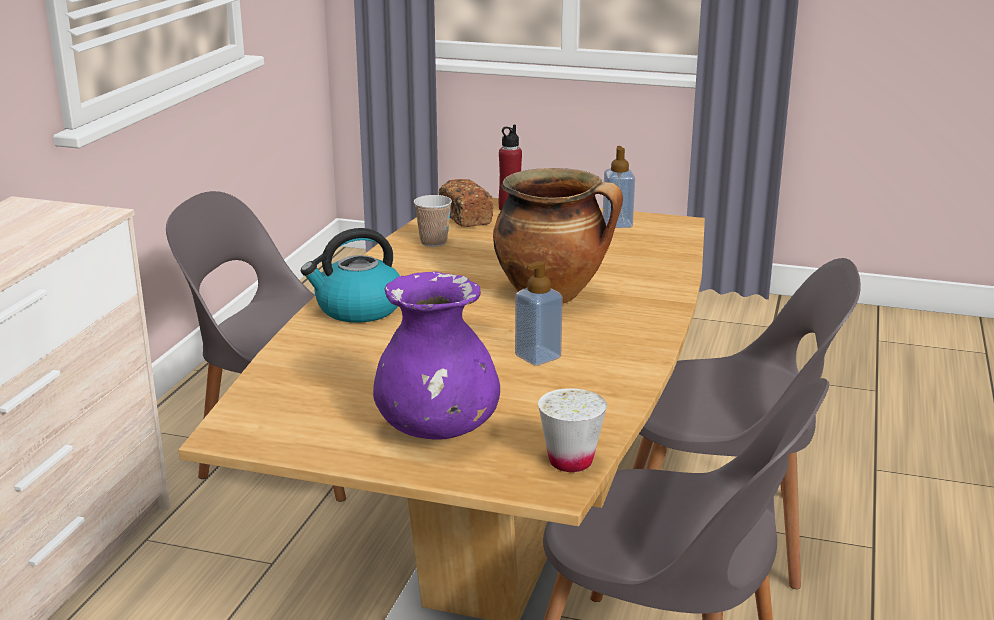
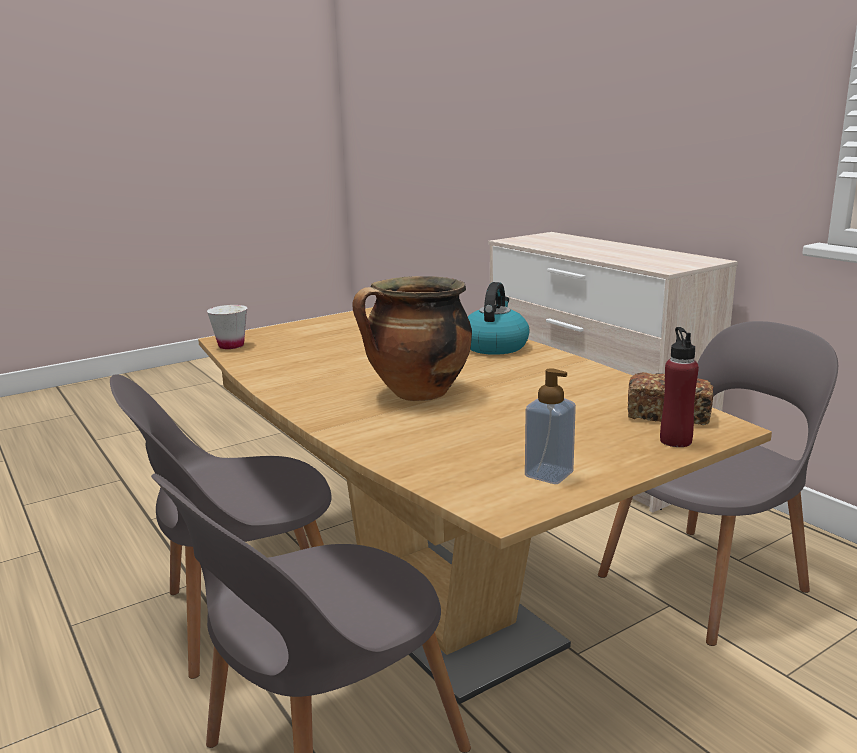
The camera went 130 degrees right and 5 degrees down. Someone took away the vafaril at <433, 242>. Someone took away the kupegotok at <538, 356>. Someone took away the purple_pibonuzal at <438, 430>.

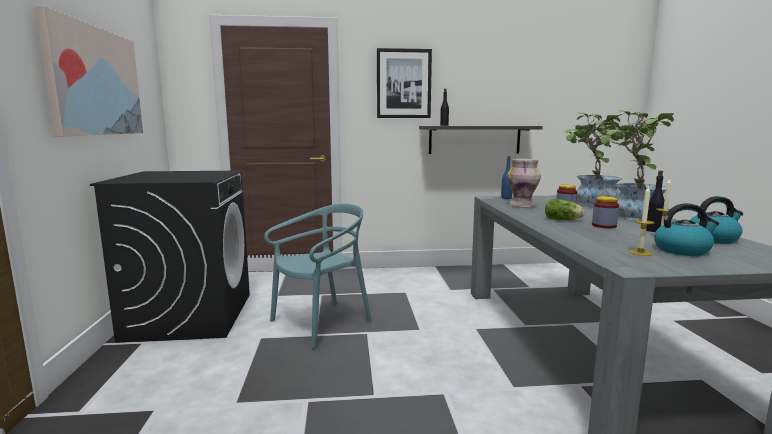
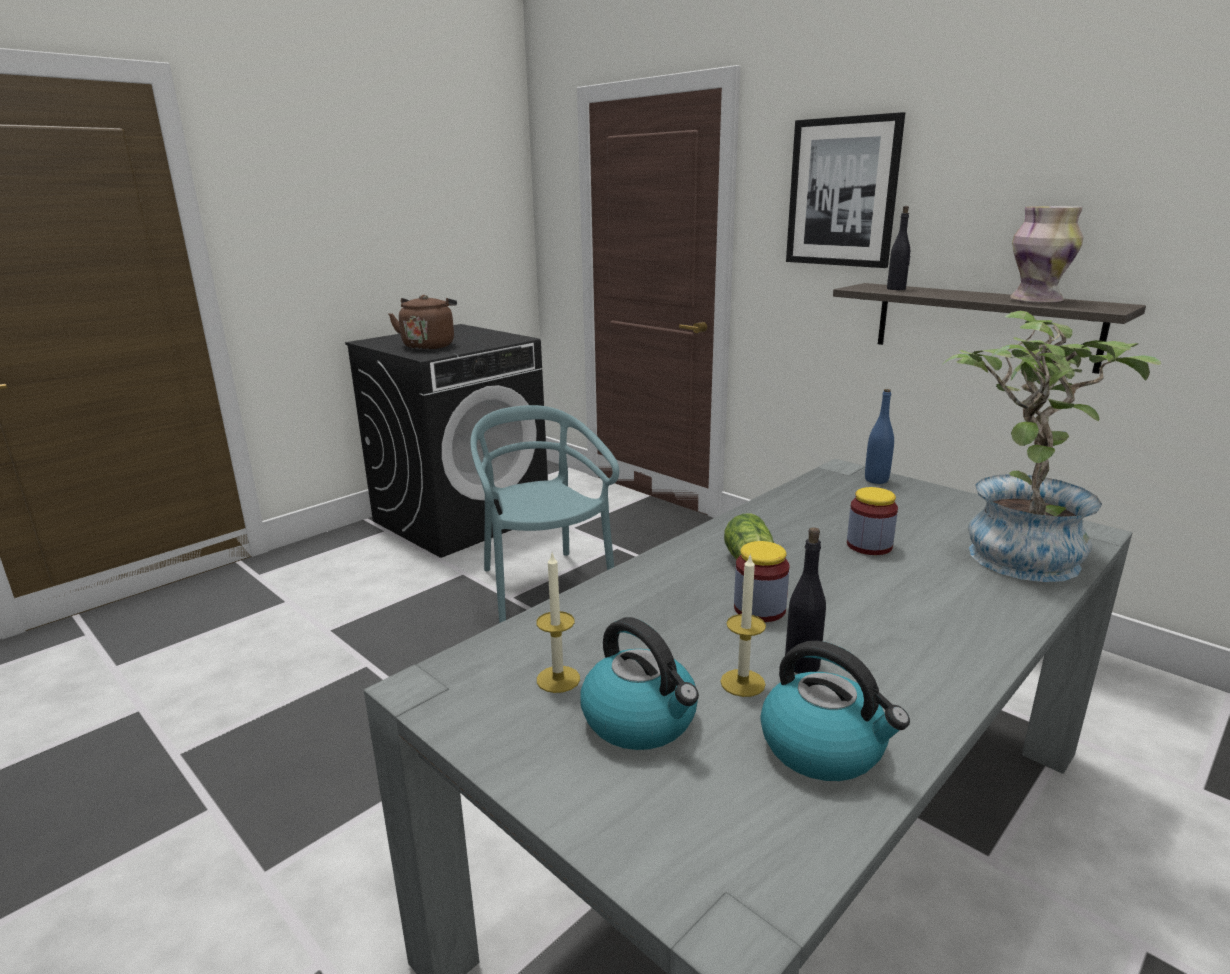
The camera went 50 degrees right and 10 degrees up. Someone took away the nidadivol at <94, 81>. Someone took away the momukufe at <629, 215>. Someone carried the pibonuzal from <522, 205> to <1037, 300>. Someone rotated the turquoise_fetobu at <321, 323> by 120 degrees counterclockwise. Someone put down the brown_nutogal at <429, 345>.

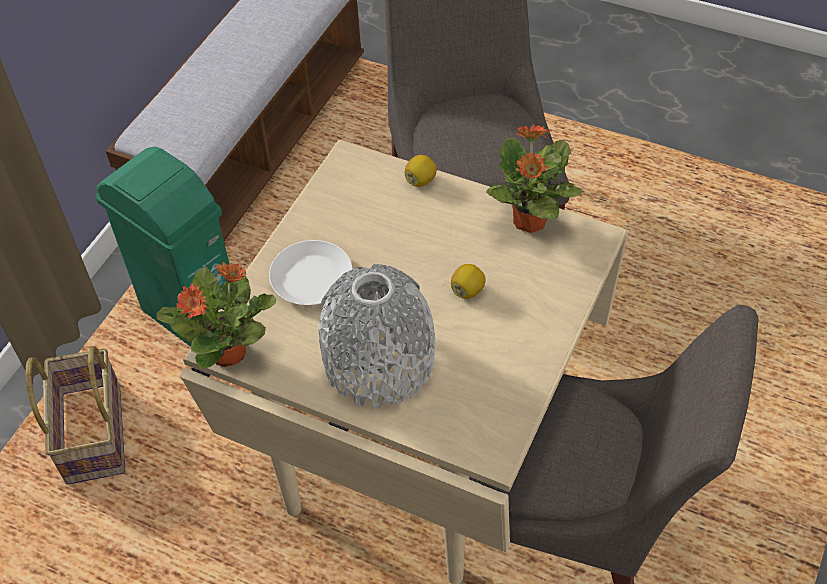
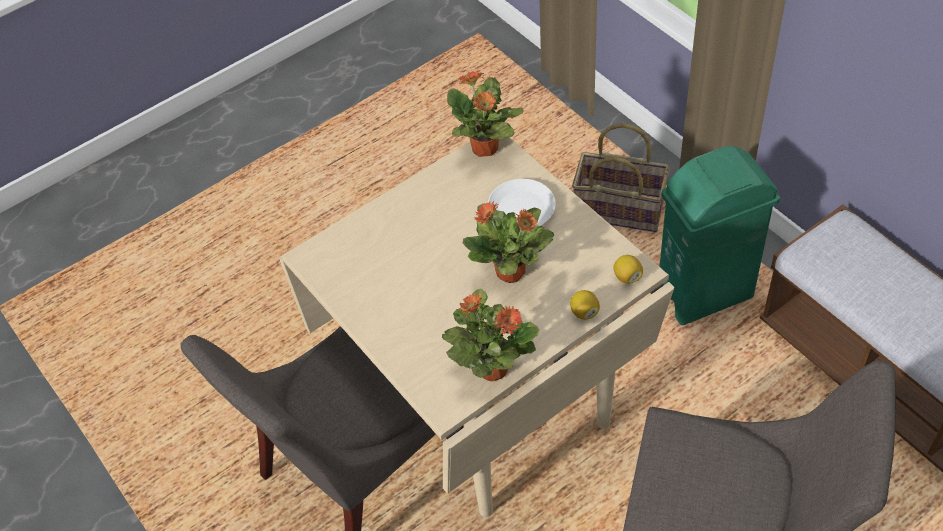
The camera went 120 degrees right and 0 degrees up. Someone took away the grey_pibonuzal at <379, 362>. Someone carried the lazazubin from <468, 290> to <627, 277>. Someone put down the momukufe at <511, 272>.

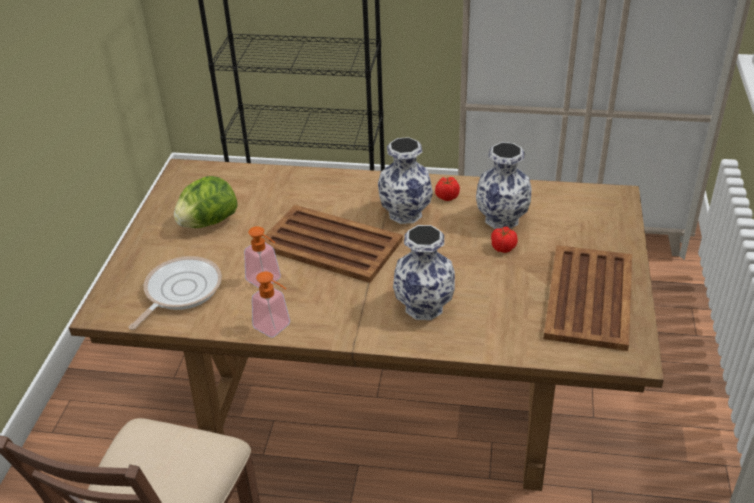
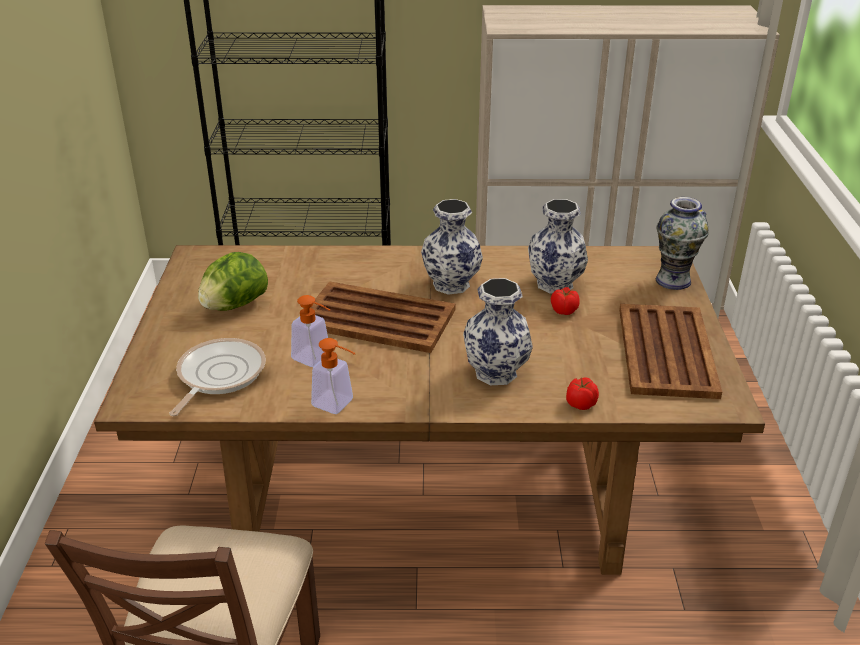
The camera went 10 degrees left and 5 degrees down. Someone carried the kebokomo from <446, 197> to <580, 404>. Someone put down the pibonuzal at <673, 280>.

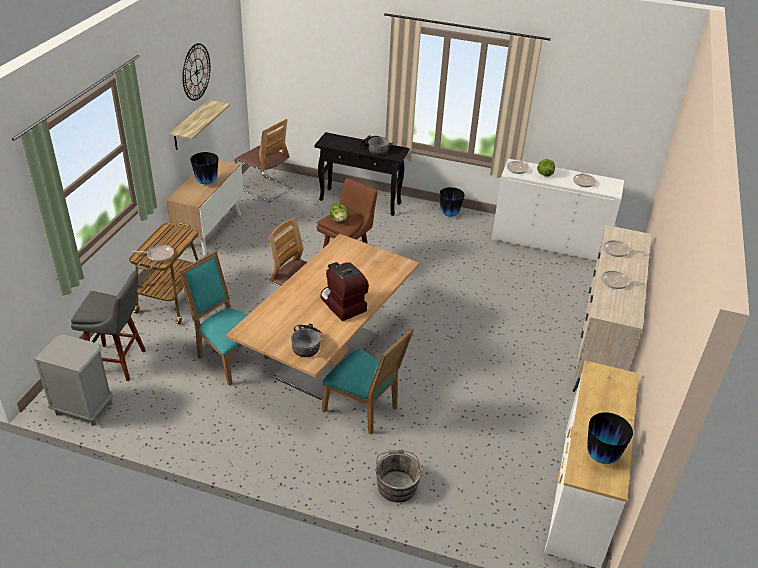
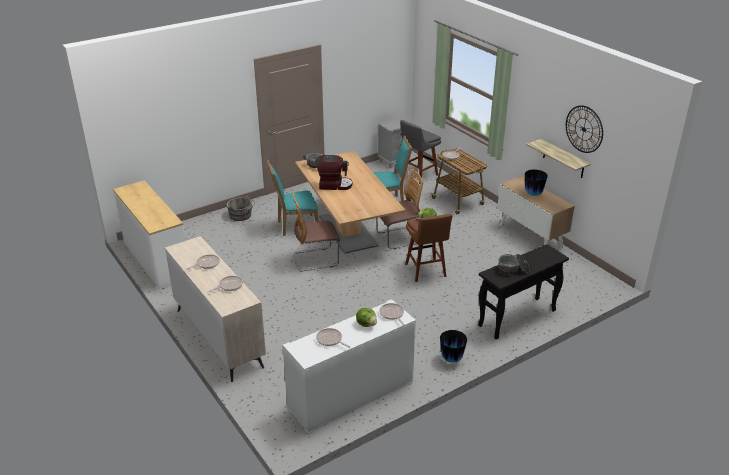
The camera went 130 degrees right and 5 degrees down. Someone carried the fetobu from <265, 188> to <316, 259>. Someone took away the pibonuzal at <601, 456>.

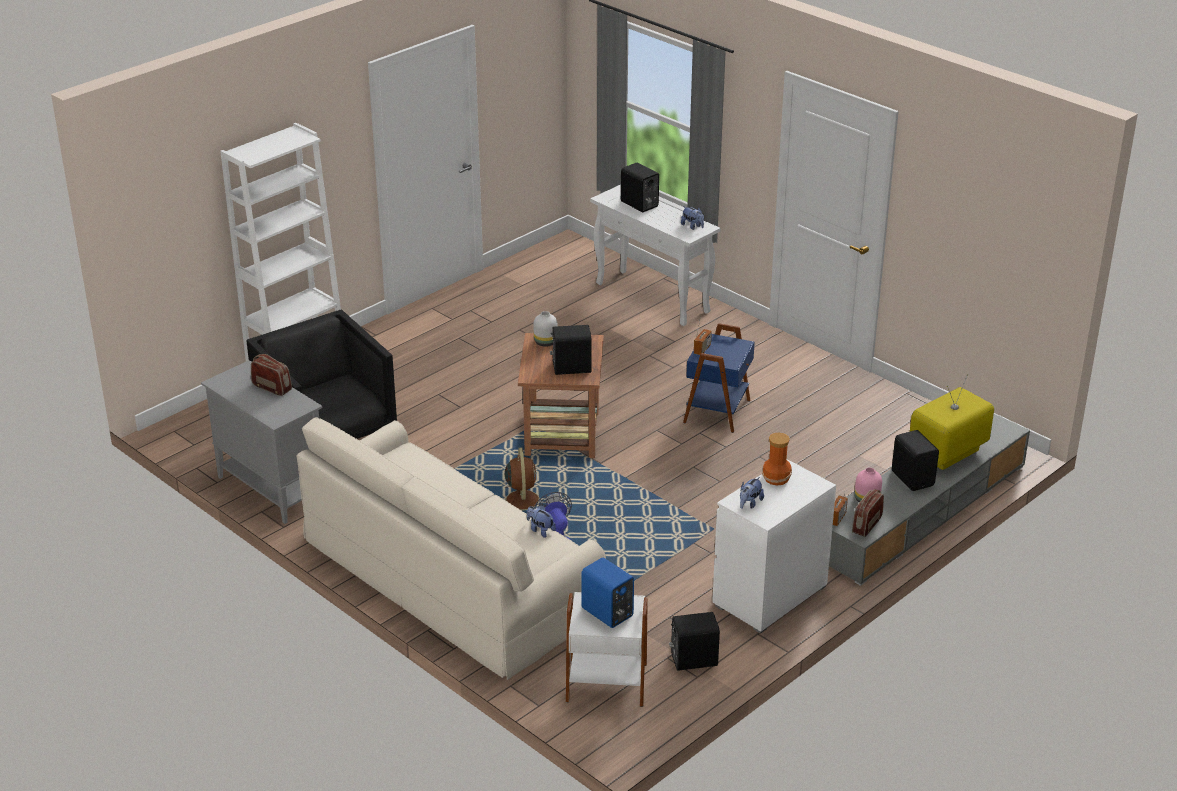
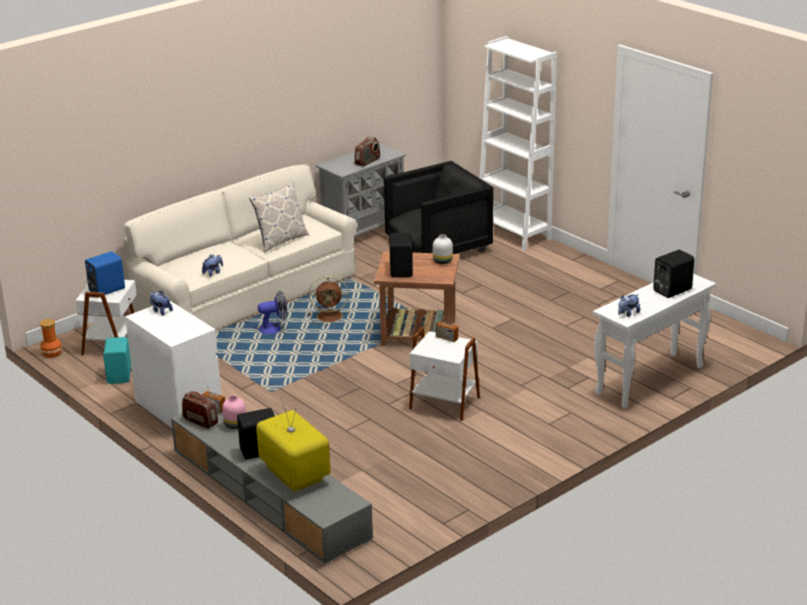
The camera went 95 degrees right and 5 degrees down. Someone repainted the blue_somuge at <718, 411>, which became the white_somuge at <444, 404>. Someone carried the pibonuzal from <777, 478> to <52, 353>. Someone repainted the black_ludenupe at <693, 659>, which became the turquoise_ludenupe at <120, 375>. Someone put down the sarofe at <281, 241>.

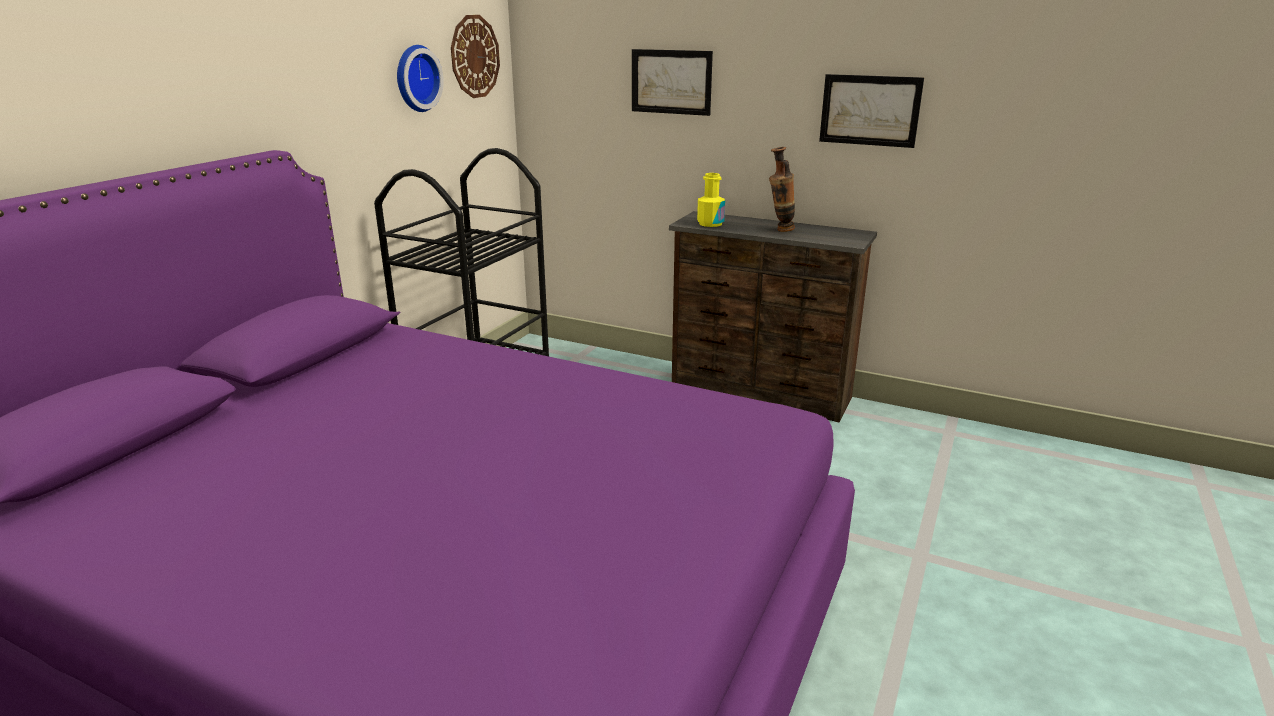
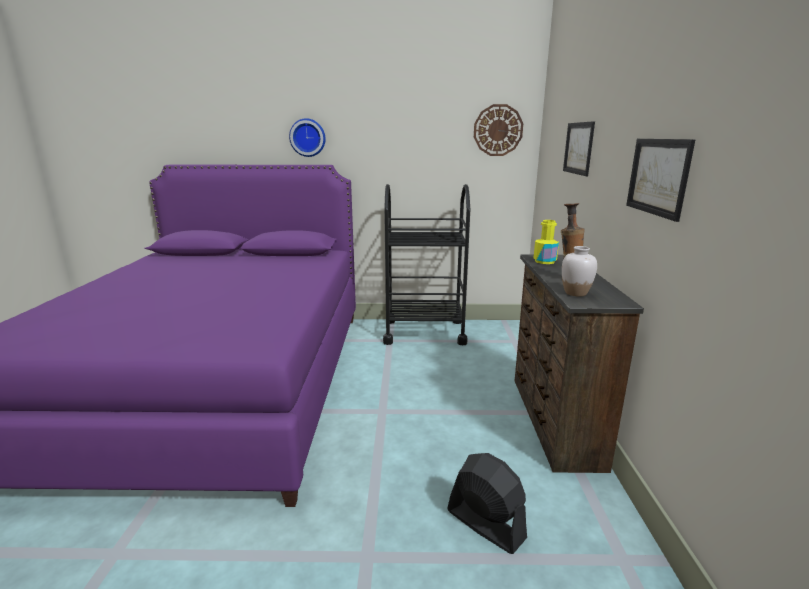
The camera went 65 degrees right and 5 degrees down. Someone carried the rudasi from <415, 78> to <308, 137>. Someone put down the white_pibonuzal at <575, 293>. Someone put down the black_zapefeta at <485, 524>.

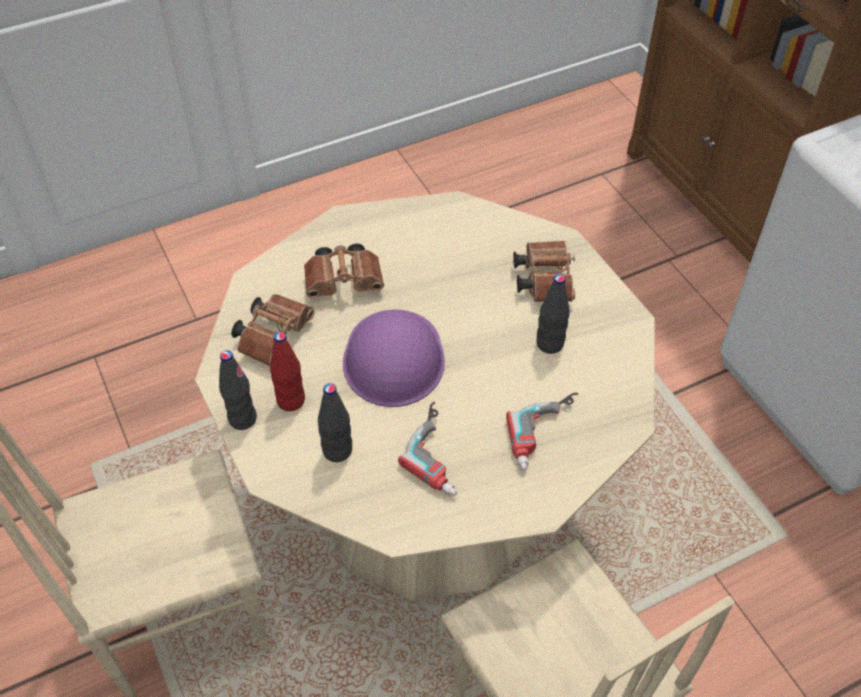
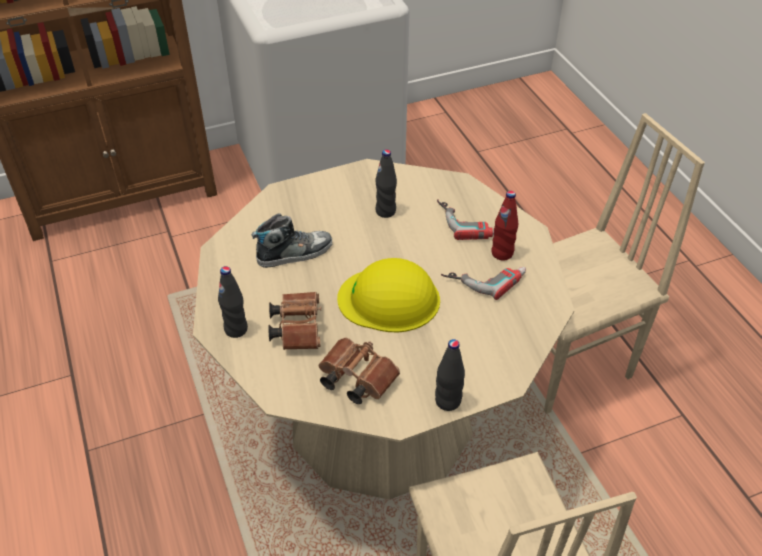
The camera went 85 degrees left and 5 degrees down. Someone took away the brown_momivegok at <543, 279>. Someone repainted the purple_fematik at <393, 358>, which became the yellow_fematik at <389, 299>. Someone carried the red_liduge from <291, 401> to <502, 253>. Someone carried the black_liduge from <337, 451> to <236, 329>. Someone put down the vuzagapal at <294, 253>.

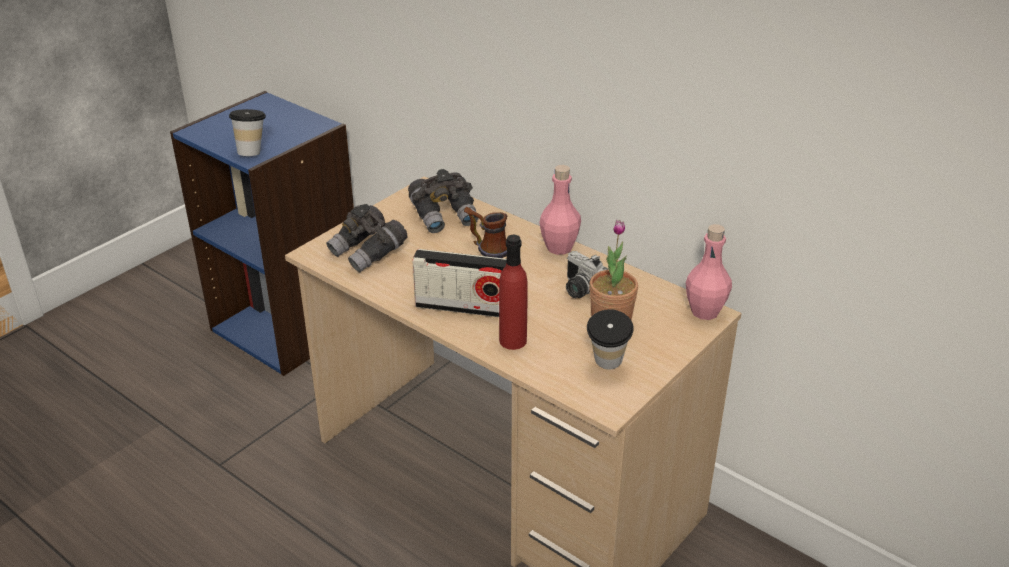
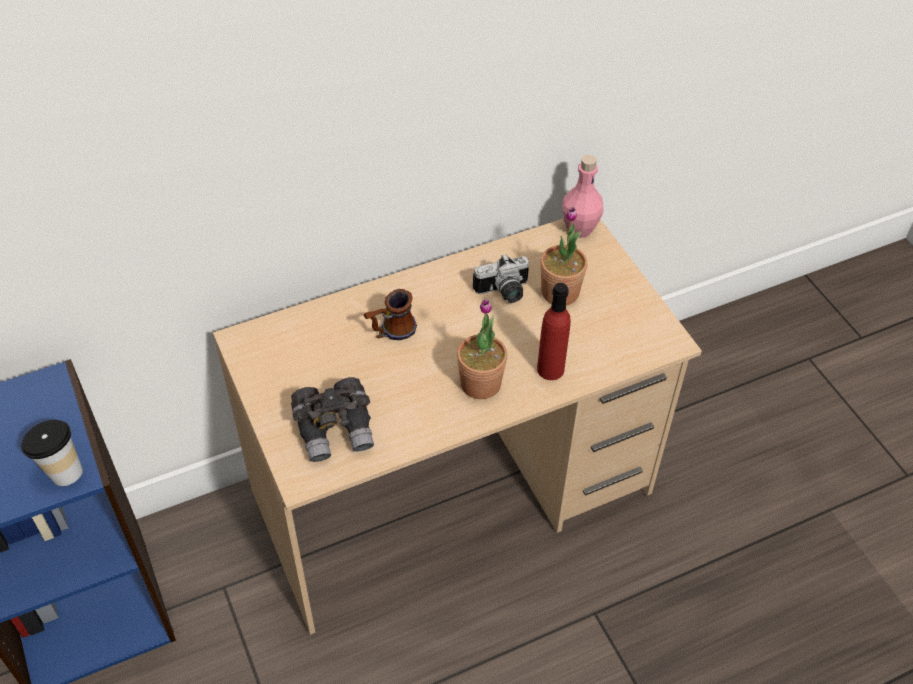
The camera went 65 degrees left and 15 degrees up. Someone took away the pink_liduge at <559, 247>. Someone took away the grey_momivegok at <445, 216>. Someone swapped the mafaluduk at <466, 307> for the momukufe at <480, 383>. Someone took away the vafaril at <607, 367>.

